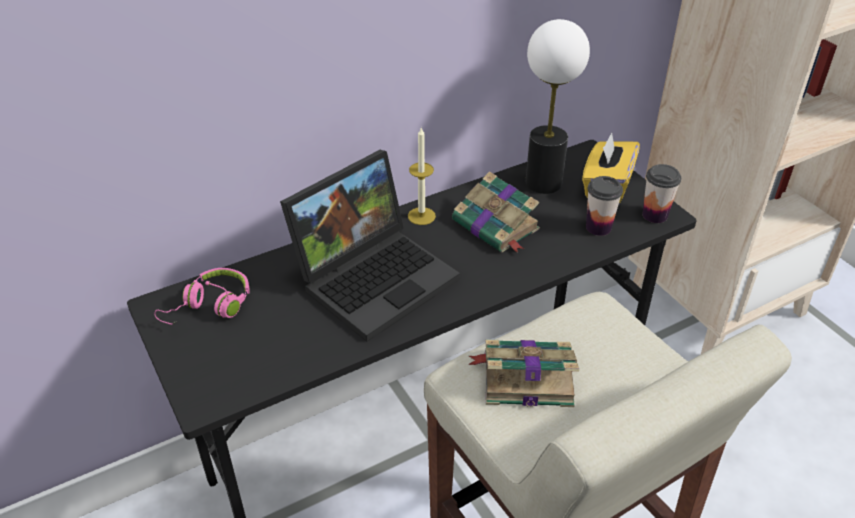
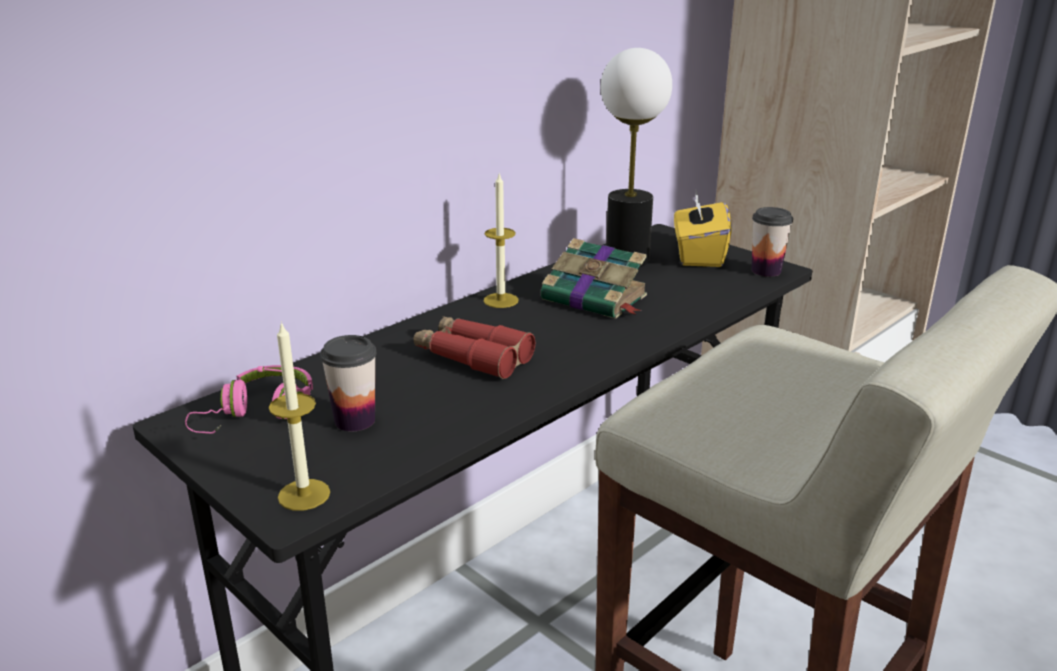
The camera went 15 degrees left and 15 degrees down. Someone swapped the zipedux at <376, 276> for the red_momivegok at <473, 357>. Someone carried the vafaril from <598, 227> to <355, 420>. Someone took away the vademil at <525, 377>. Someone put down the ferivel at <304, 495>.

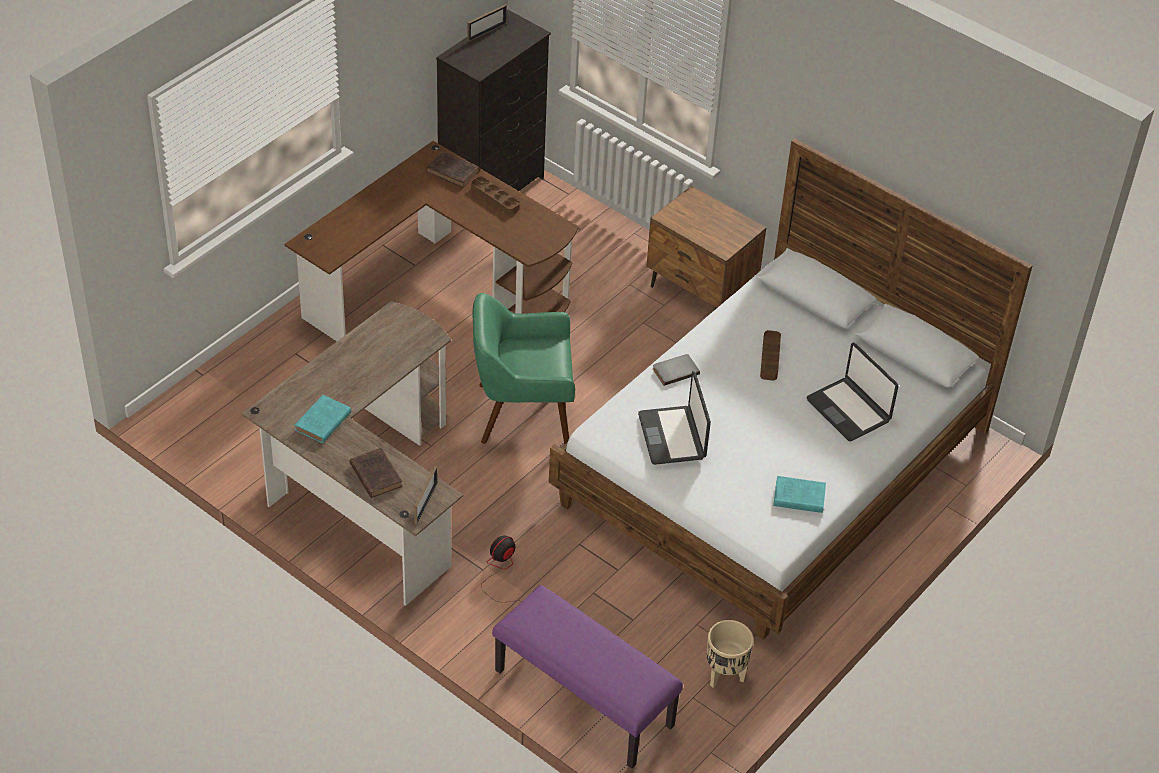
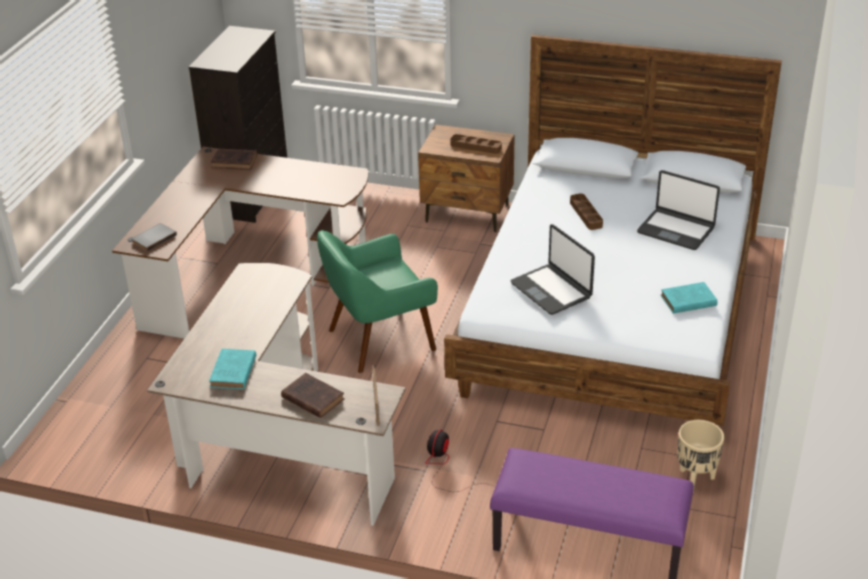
The camera went 20 degrees left and 10 degrees down. Someone took away the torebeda at <487, 32>. Someone carried the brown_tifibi from <495, 198> to <476, 146>. Someone carried the grey_vademil from <675, 370> to <153, 238>.

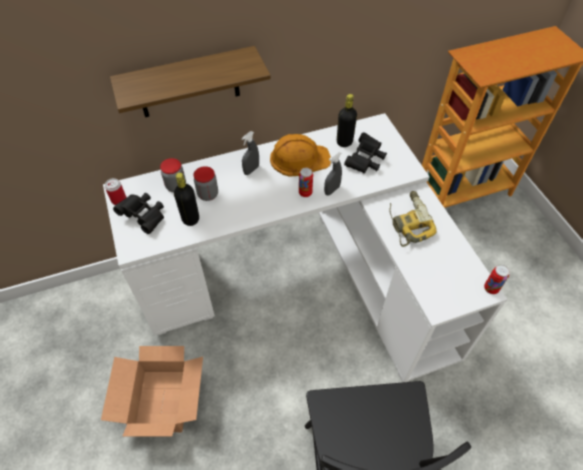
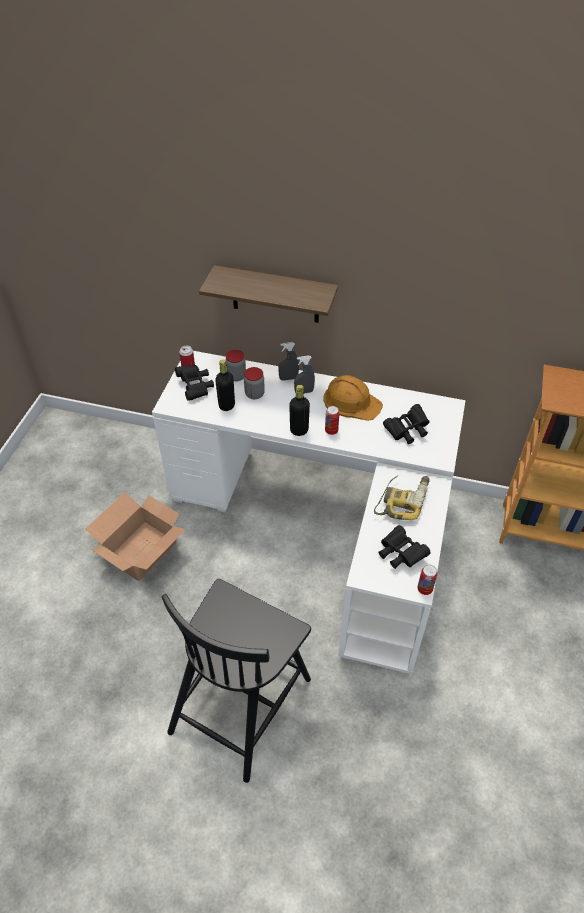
The camera went 35 degrees right and 5 degrees down. Someone carried the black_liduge from <344, 142> to <299, 430>. Someone carried the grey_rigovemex from <332, 190> to <288, 378>. Someone put down the black_momivegok at <400, 554>.

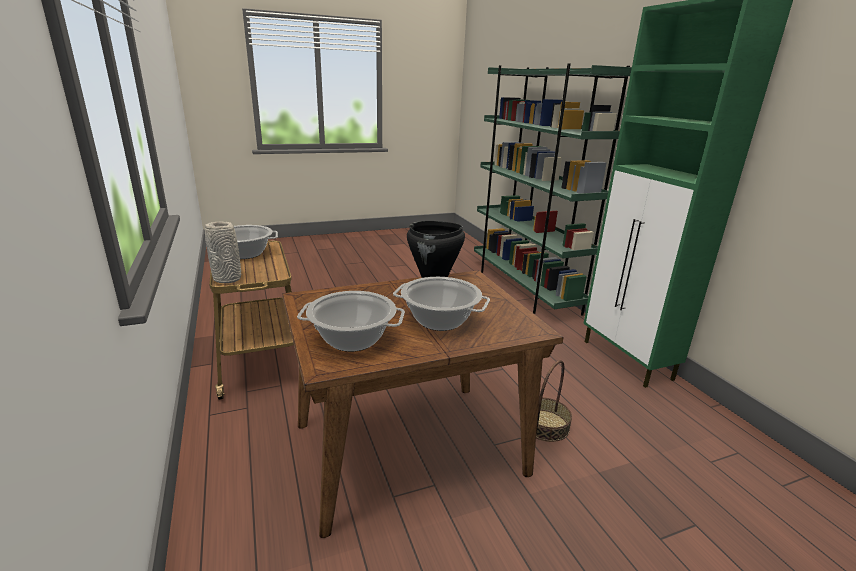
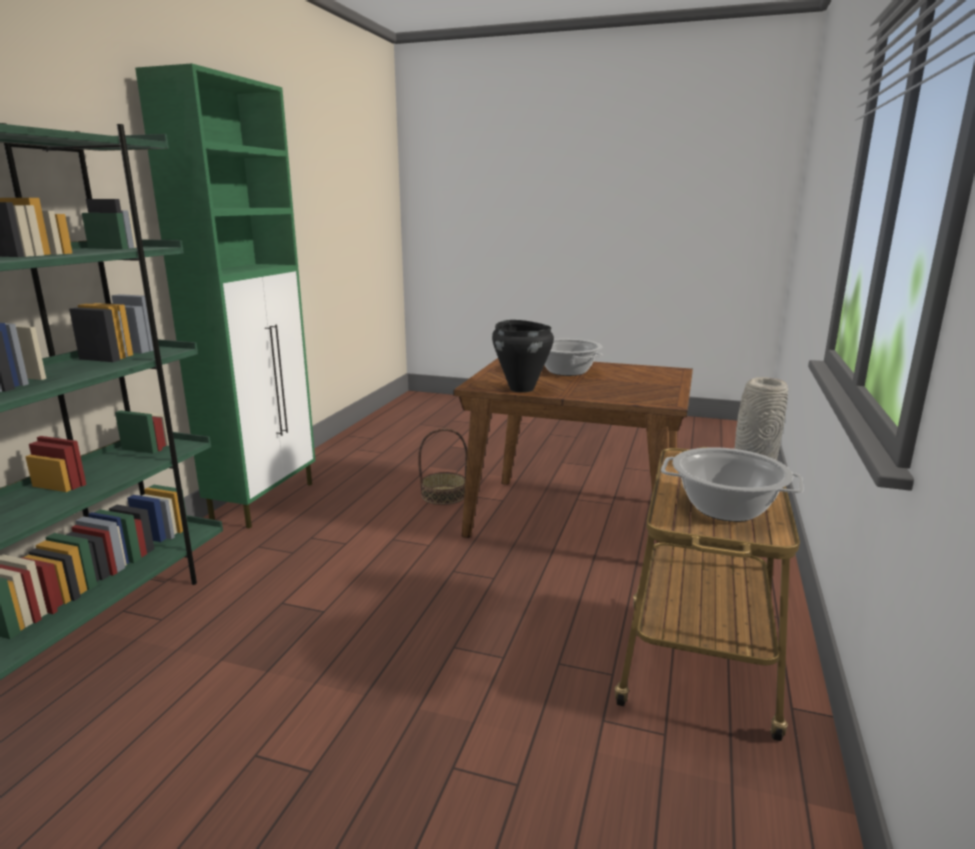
The camera went 140 degrees left and 5 degrees down. Someone took away the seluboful at <353, 339>.

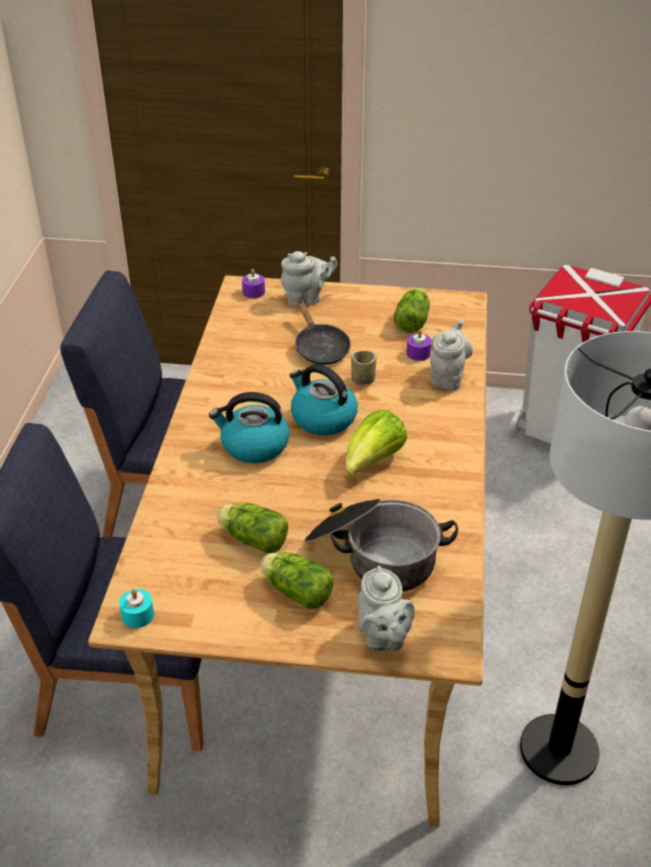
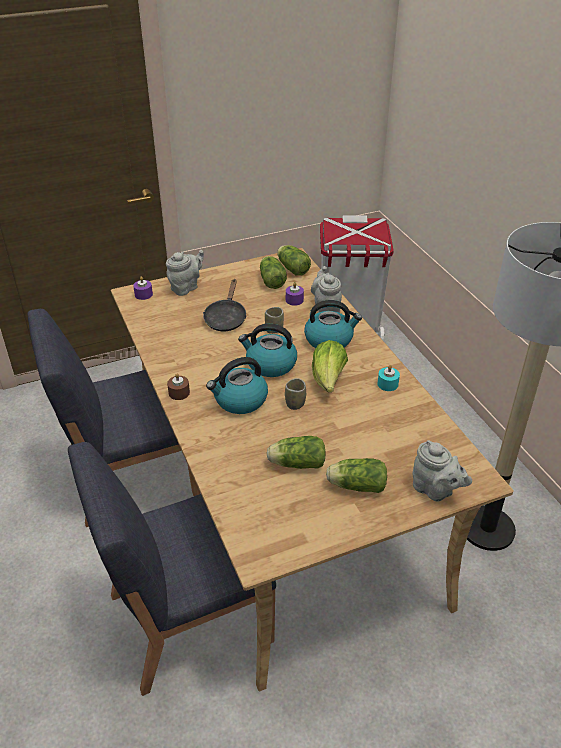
The camera went 30 degrees left and 0 degrees up. Someone rotated the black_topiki at <320, 348> by 60 degrees clockwise. Someone took away the seluboful at <374, 556>. Someone carried the turquoise_ferivel from <137, 615> to <387, 384>. Someone put down the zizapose at <292, 268>. Someone put down the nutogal at <329, 339>. Someone put down the brown_ferivel at <179, 393>. Someone put down the vafaril at <295, 404>.

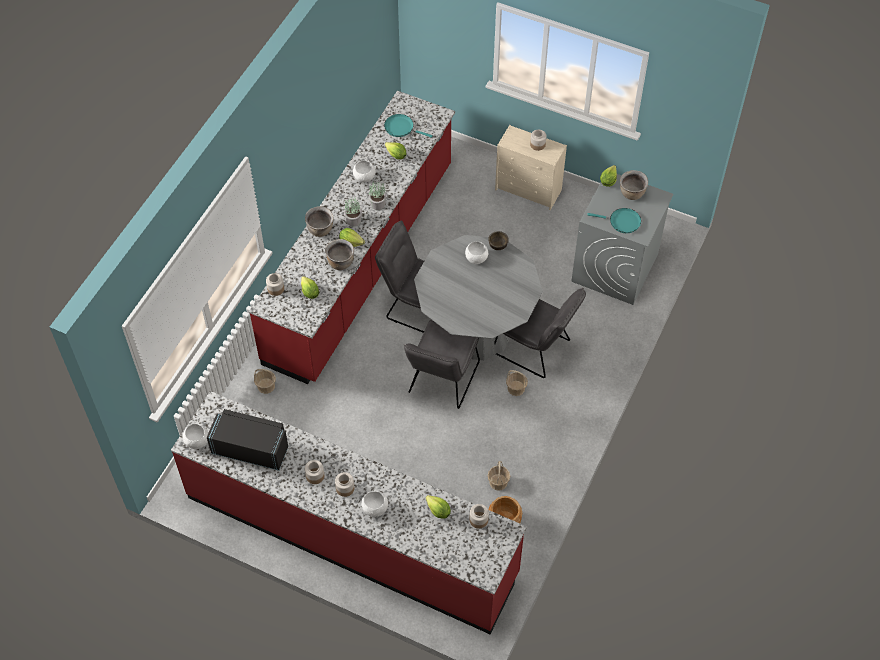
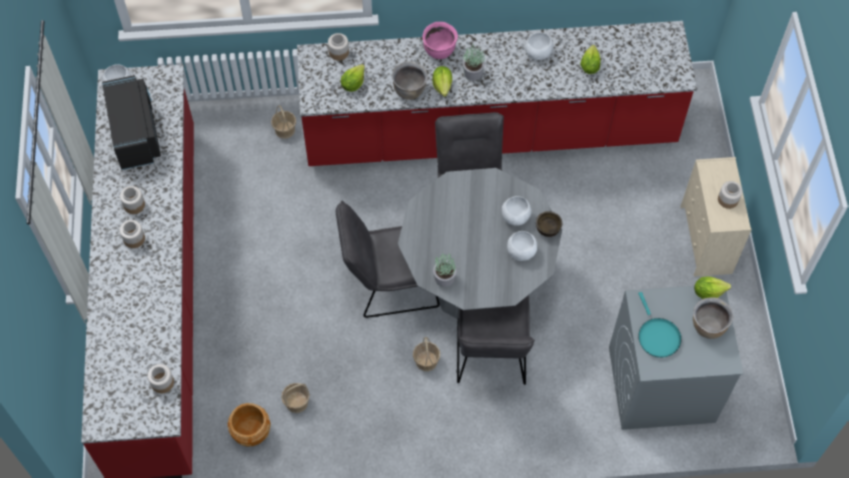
The camera went 60 degrees right and 5 degrees up. Someone took away the turquoise_topiki at <401, 128>. Someone carried the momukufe from <378, 204> to <445, 278>. Someone repainted the brown_seluboful at <320, 230>, which became the pink_seluboful at <439, 51>. Someone carried the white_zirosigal from <375, 508> to <521, 251>. Someone took away the zizapose at <438, 511>.

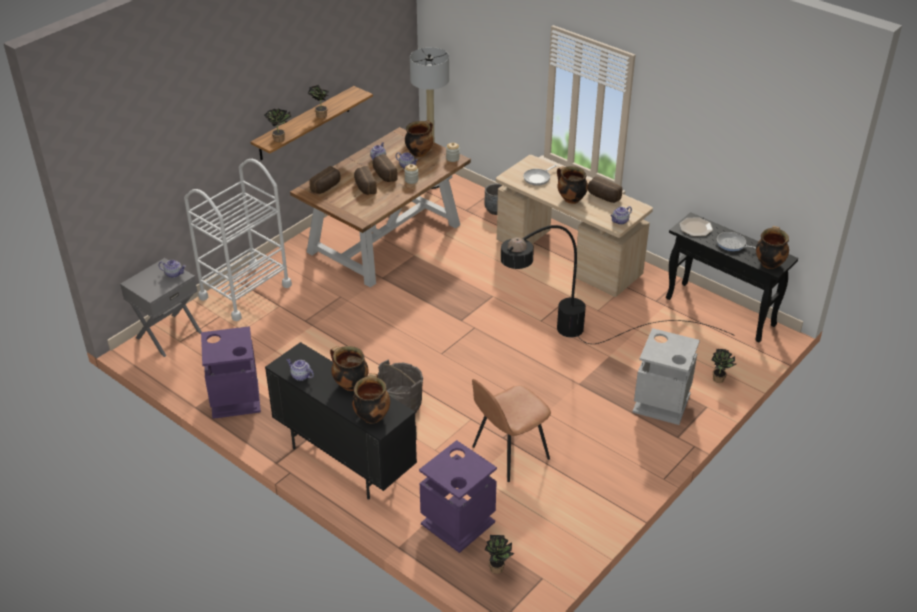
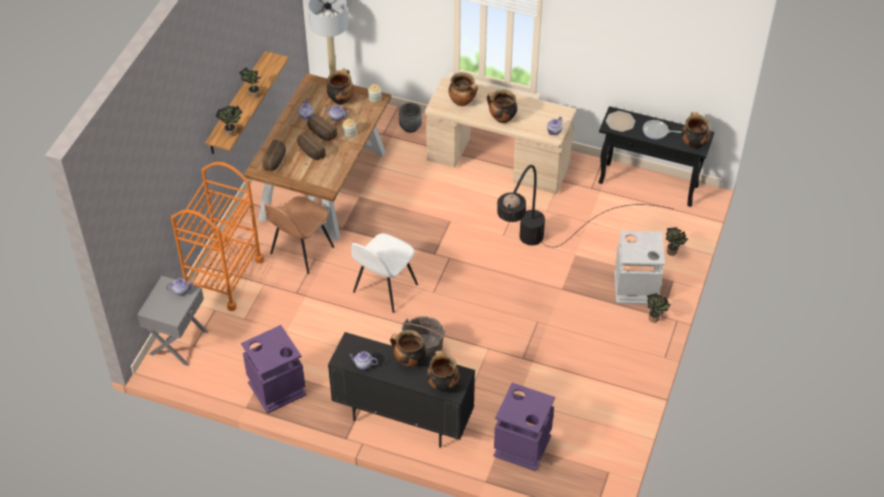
The camera went 20 degrees left and 10 degrees up. Someone repainted the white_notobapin at <245, 291>, which became the orange_notobapin at <224, 277>. Someone swapped the topiki at <538, 178> for the seluboful at <463, 102>. Someone took away the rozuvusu at <603, 197>. Someone carried the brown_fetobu from <509, 453> to <301, 251>. Someone carried the momukufe from <498, 569> to <655, 318>. Someone put down the white_fetobu at <384, 289>.

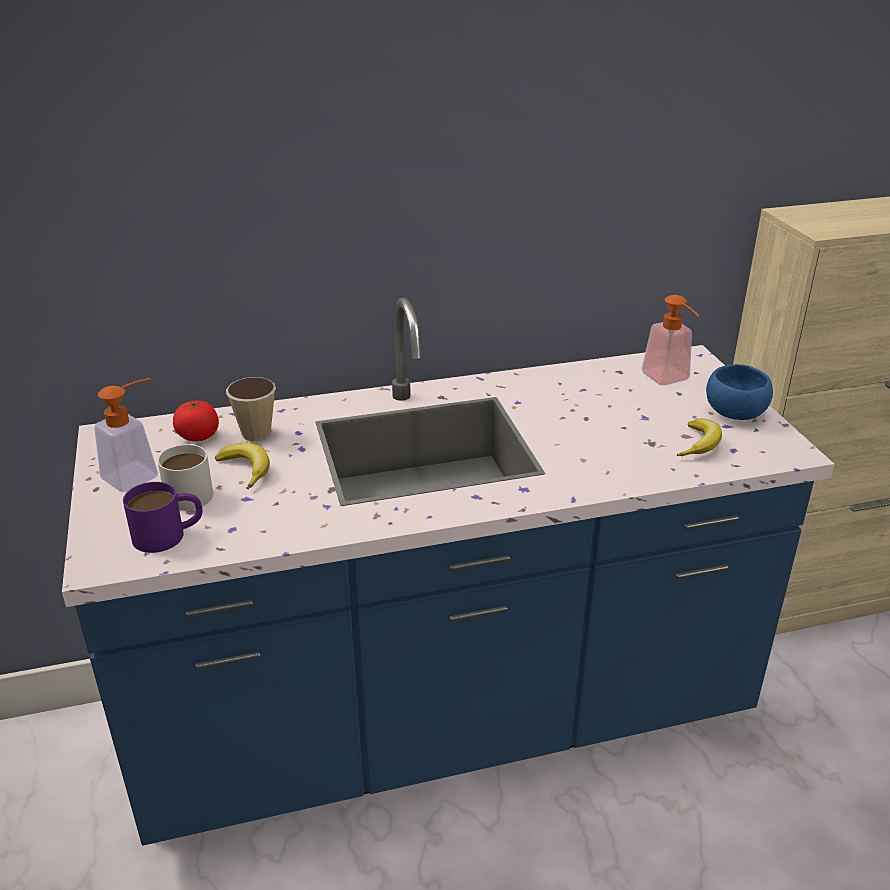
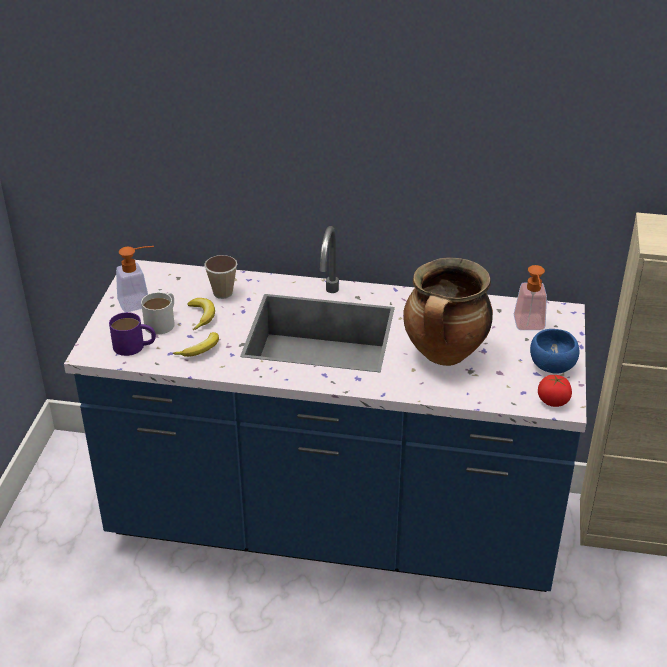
The camera went 25 degrees right and 5 degrees up. Someone carried the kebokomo from <198, 436> to <553, 401>. Someone carried the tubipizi from <699, 444> to <201, 350>. Someone put down the seluboful at <445, 355>.

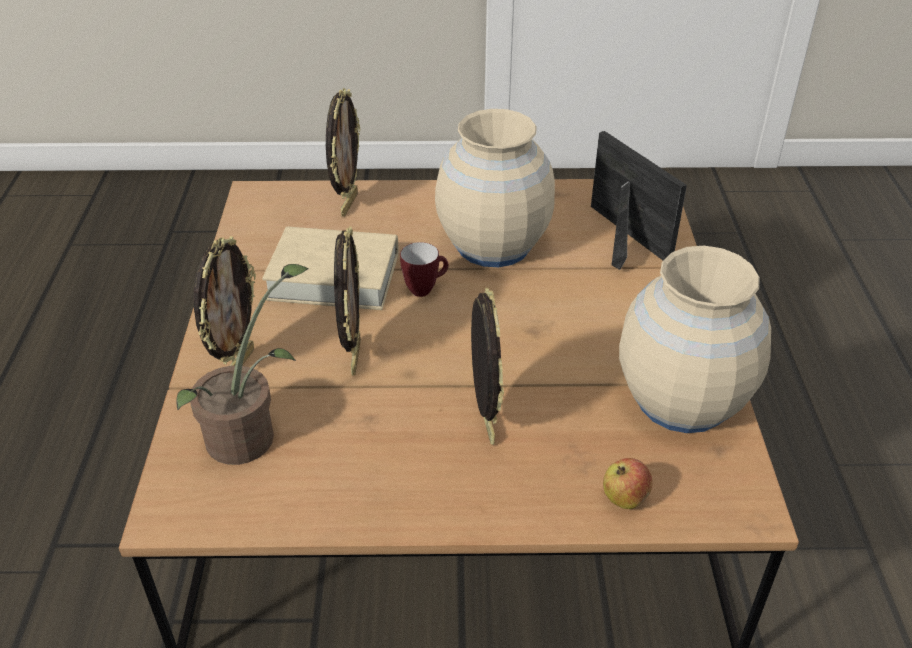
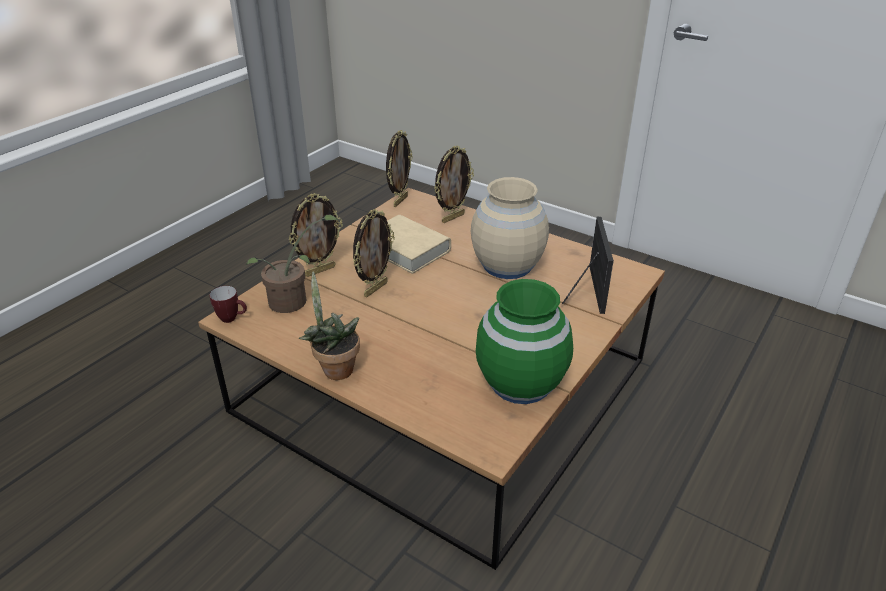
The camera went 35 degrees right and 5 degrees down. Someone carried the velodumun from <425, 289> to <232, 319>. Someone repainted the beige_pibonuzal at <682, 400>, which became the green_pibonuzal at <521, 383>. Someone carried the torebeda from <484, 423> to <400, 201>. Someone took away the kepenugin at <624, 498>. Someone put down the momukufe at <334, 368>.

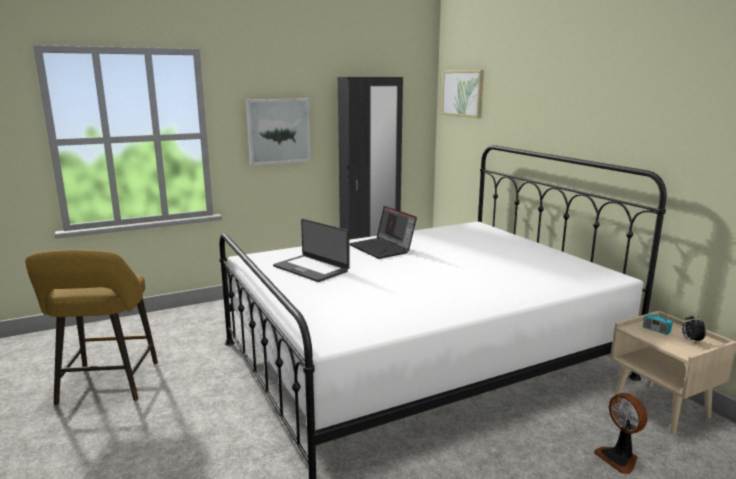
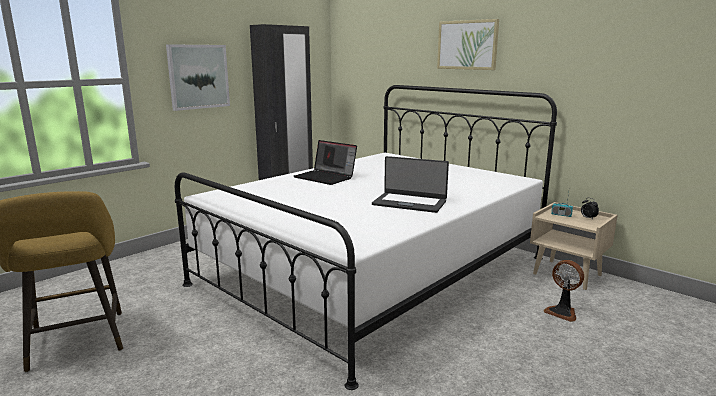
The camera went 20 degrees left and 0 degrees up. Someone carried the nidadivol from <462, 93> to <467, 45>. Someone carried the zipedux from <311, 268> to <409, 203>.

